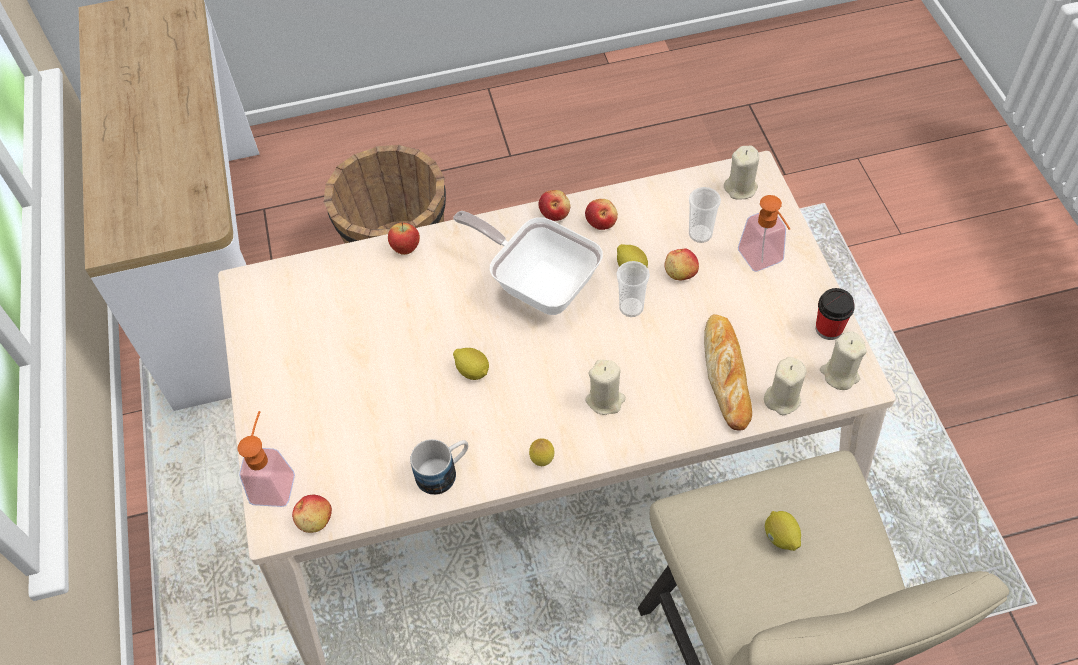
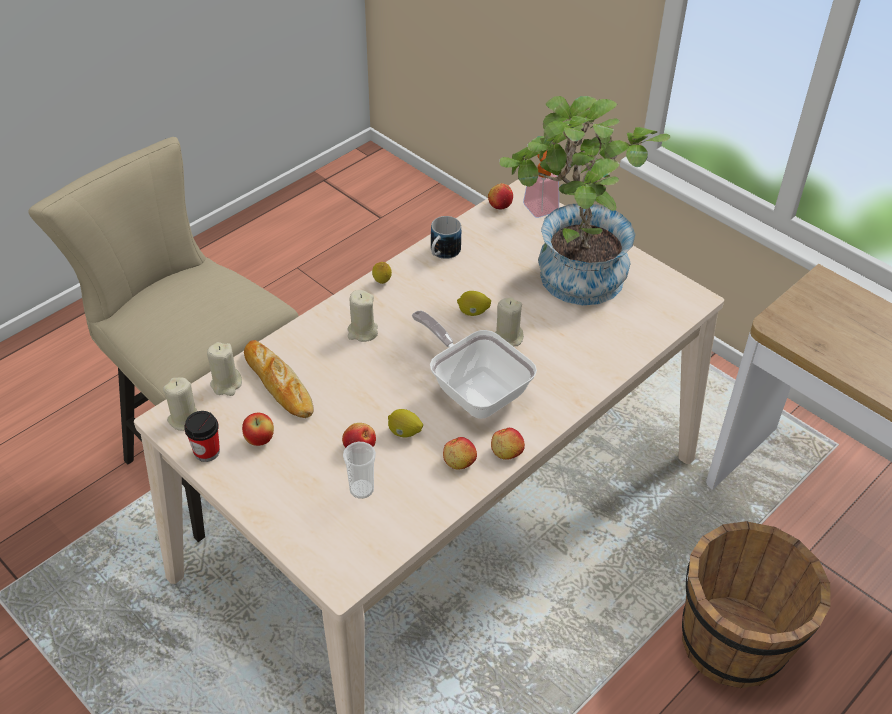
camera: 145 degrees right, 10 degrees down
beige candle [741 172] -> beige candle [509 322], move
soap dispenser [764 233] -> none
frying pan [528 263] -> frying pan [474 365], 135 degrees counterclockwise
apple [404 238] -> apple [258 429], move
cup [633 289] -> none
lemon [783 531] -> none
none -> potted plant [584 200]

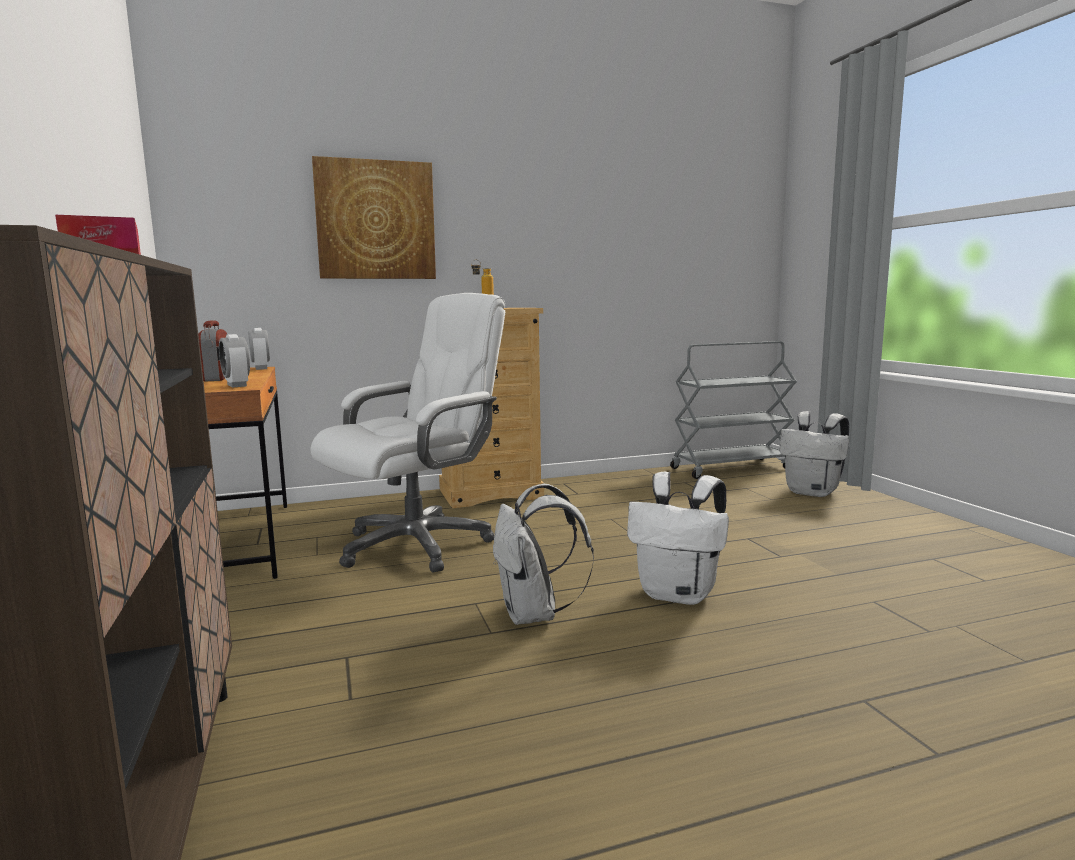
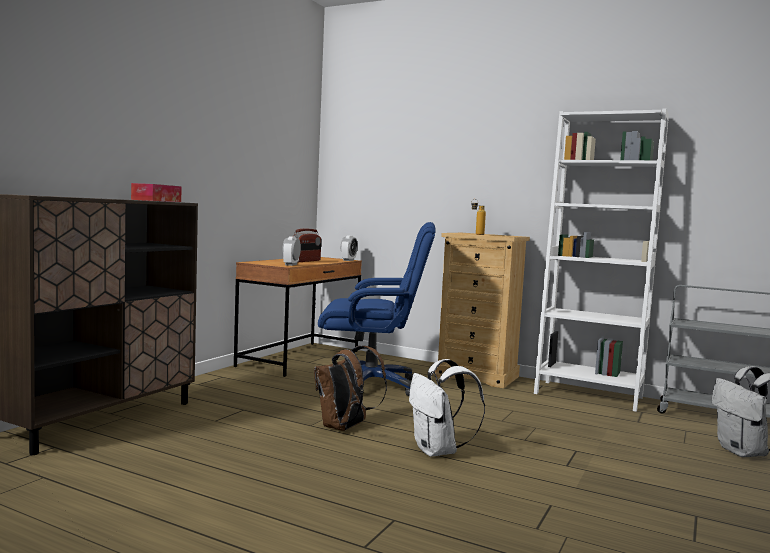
camera: 45 degrees right, 5 degrees down
picture [374 217] -> none
white office chair [407 433] -> blue office chair [377 309]
white backpack [543 554] -> brown backpack [350 388]
none -> white bookcase [601 260]

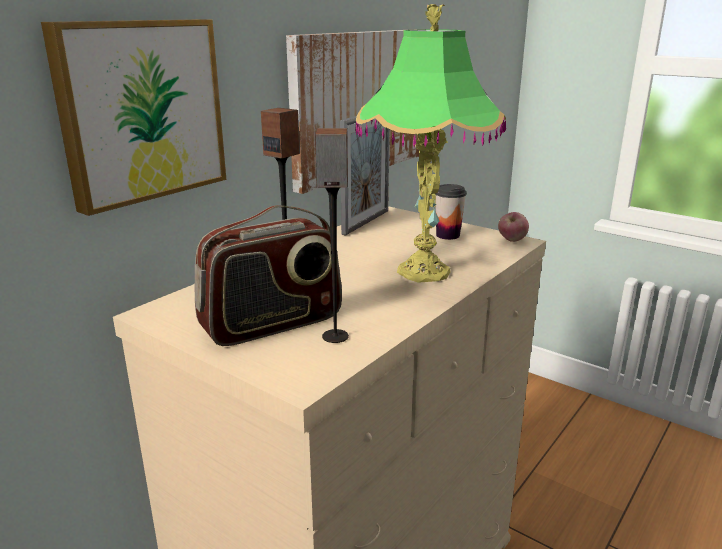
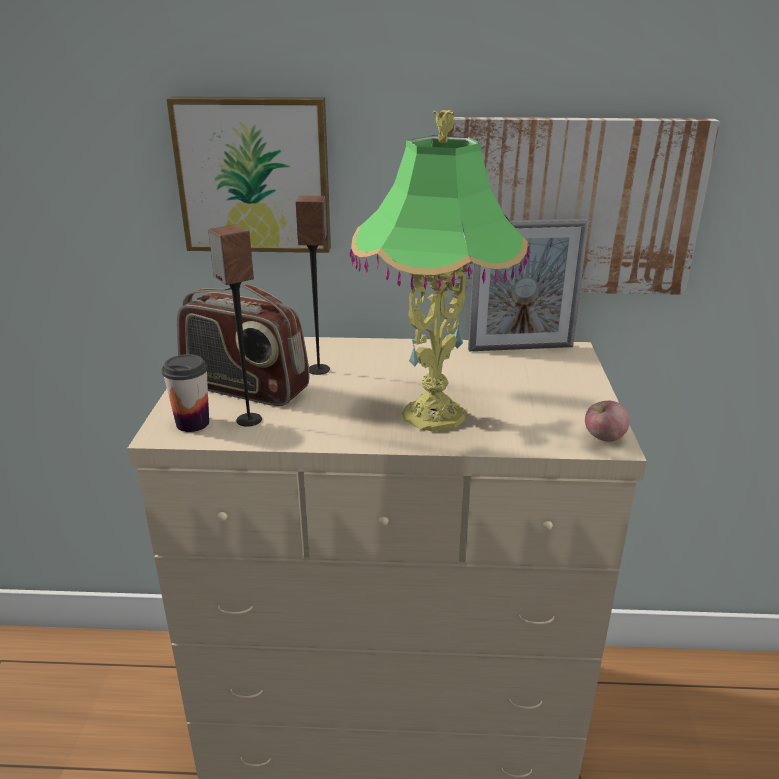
camera: 55 degrees right, 5 degrees up
cup [451 212] -> cup [185 393], move

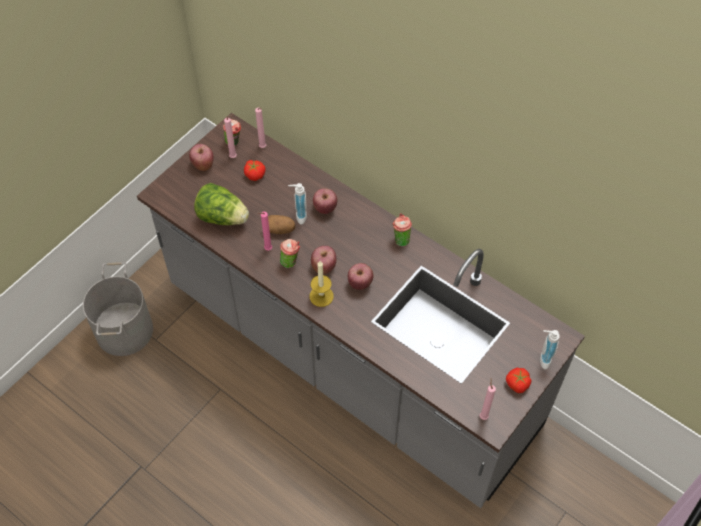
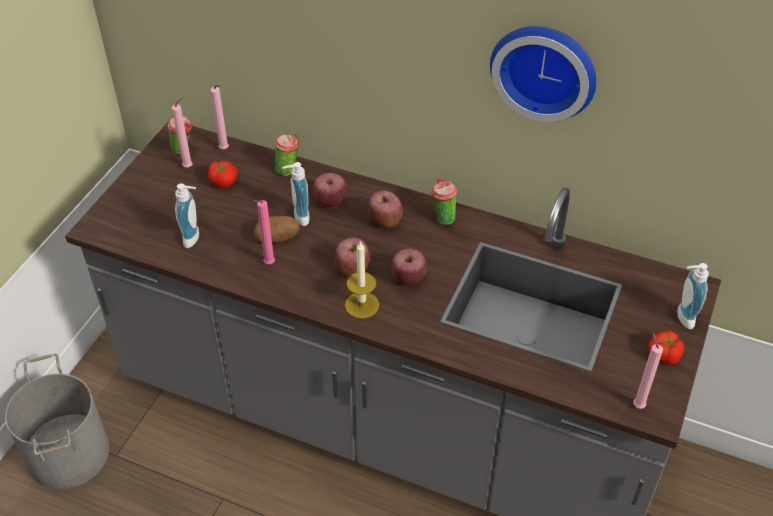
camera: 15 degrees left, 10 degrees down
apple [201 157] -> apple [385 209], move
lettuce [221 204] -> soap dispenser [187 215]
cup [290 253] -> cup [287 154], move
none -> wall clock [543 74]

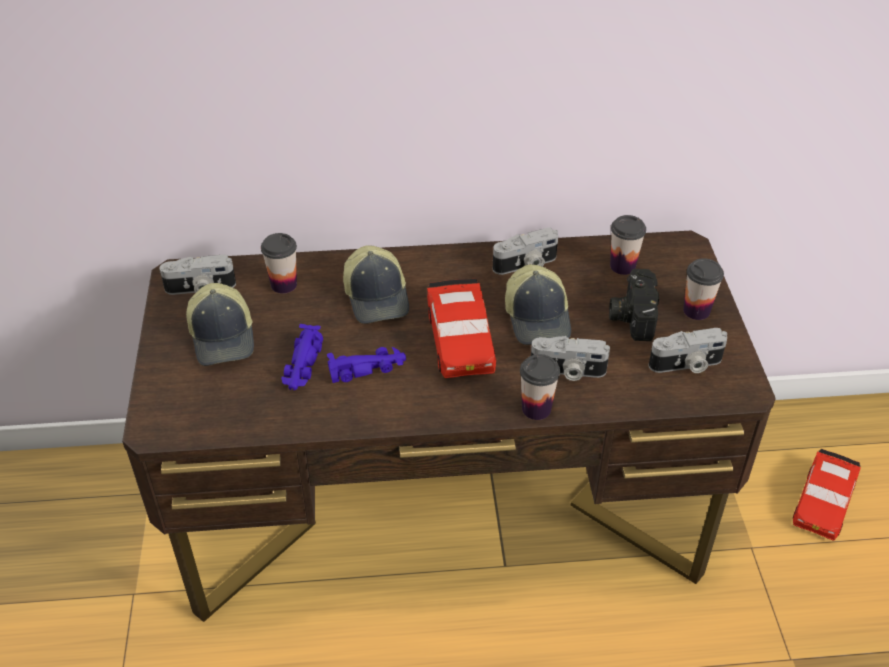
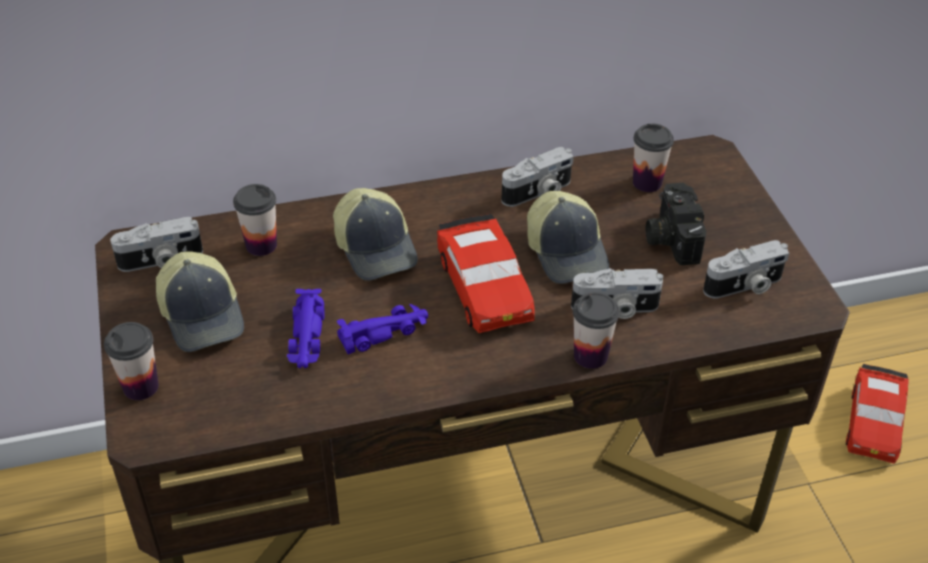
camera: 10 degrees left, 0 degrees up
cup [703 289] -> cup [131 361], move

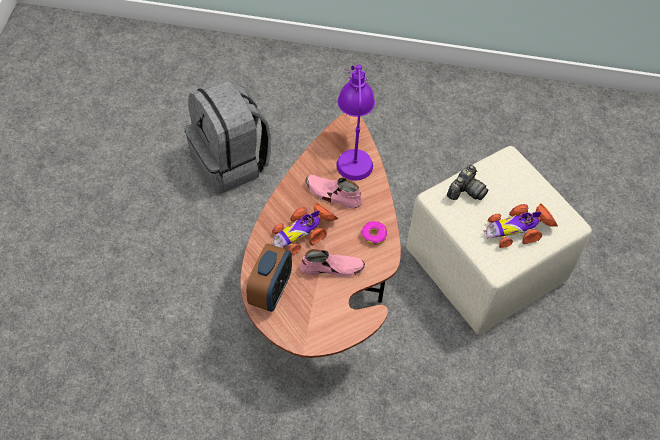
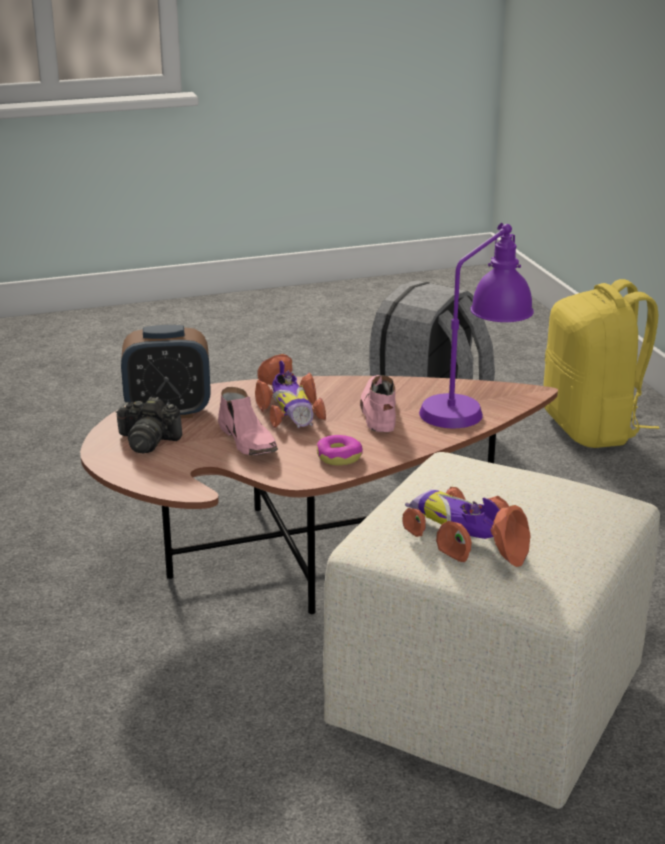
camera: 65 degrees right, 30 degrees down
photo camera [467 182] -> photo camera [149 425], move
toy car [304 228] -> toy car [290 391], 135 degrees counterclockwise
none -> yellow backpack [601 363]

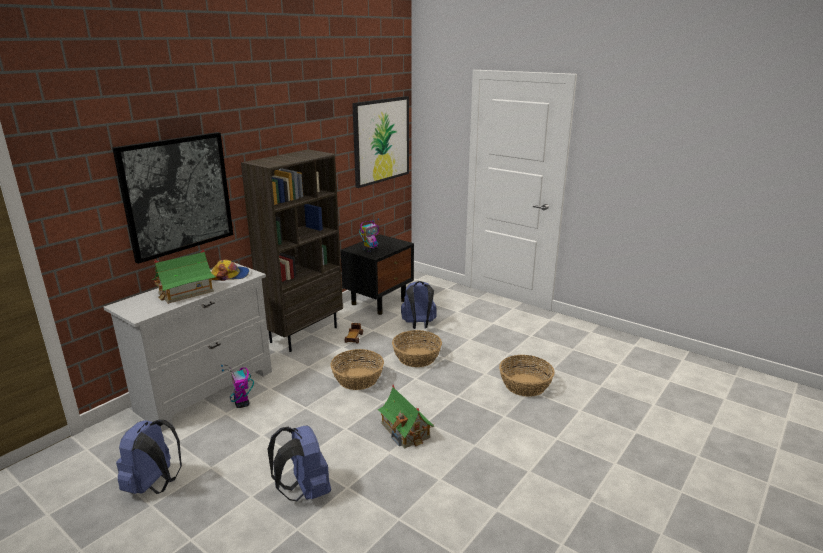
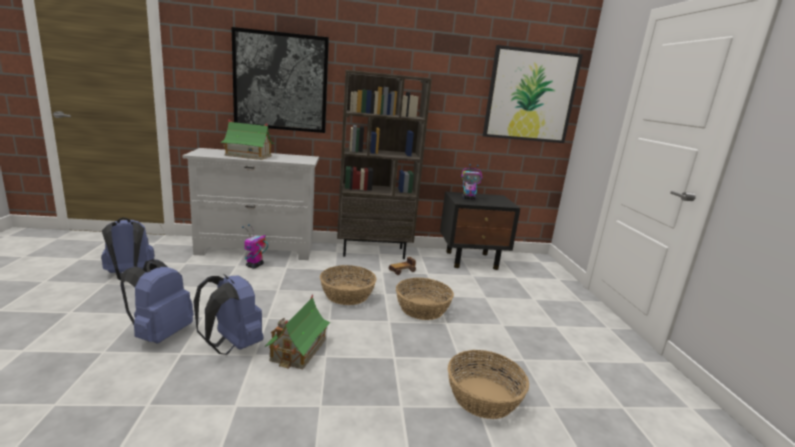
camera: 45 degrees right, 5 degrees down
cap [230 270] -> none
blue backpack [419 305] -> blue backpack [228 314], move

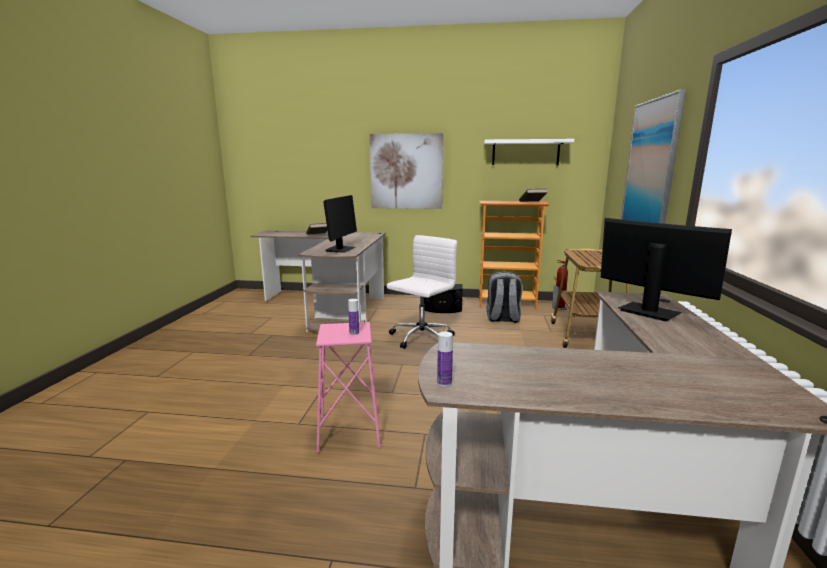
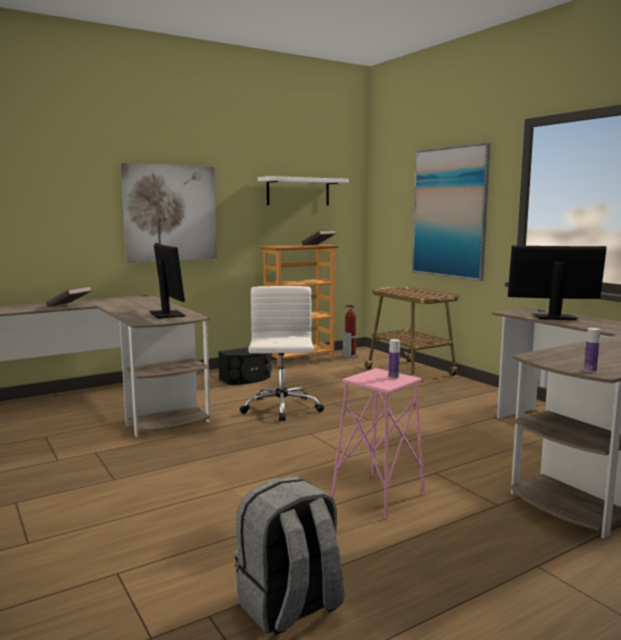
camera: 40 degrees left, 5 degrees down
grey backpack [504 297] -> grey backpack [289 555], move

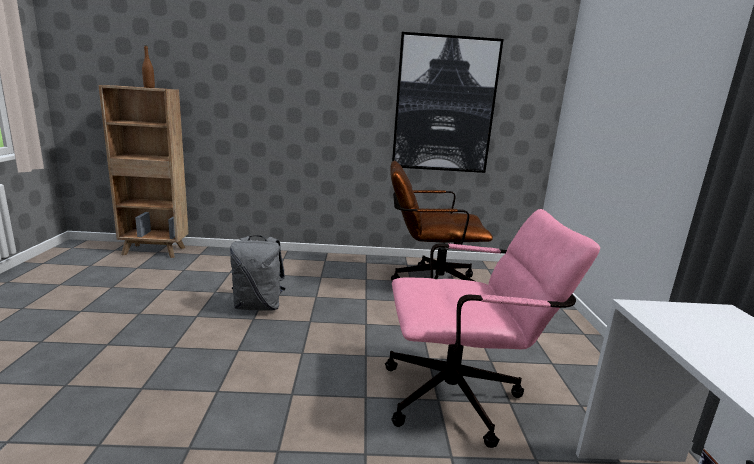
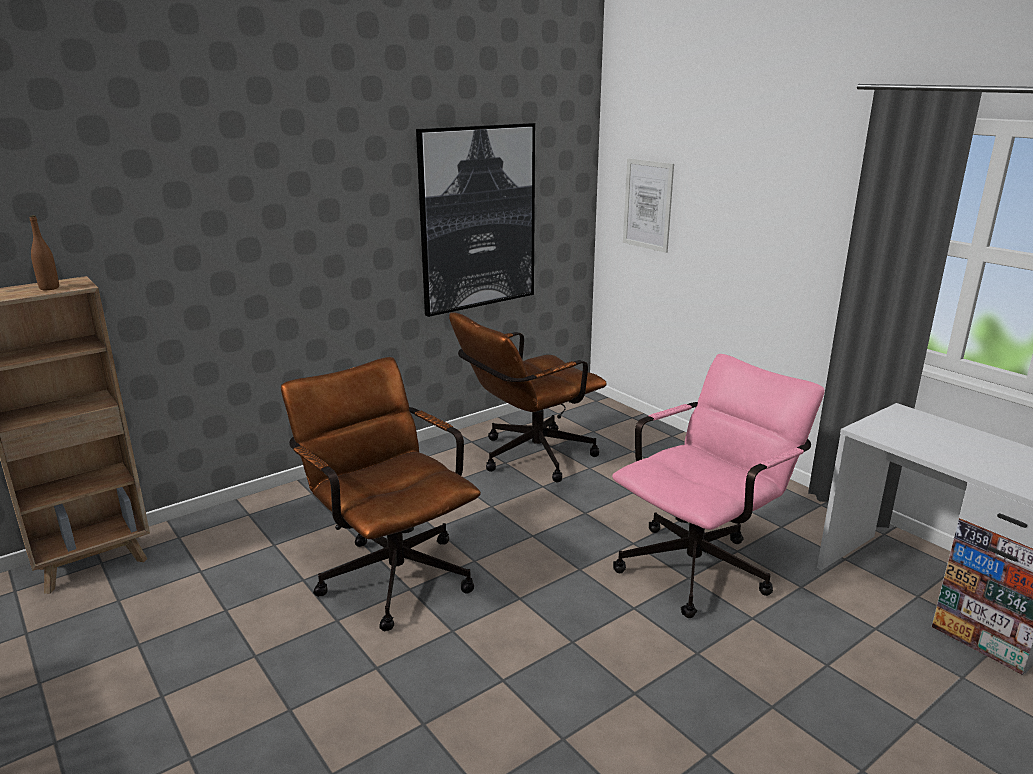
camera: 35 degrees left, 5 degrees up
grey backpack [258 273] -> brown office chair [381 494]
none -> picture [648 205]

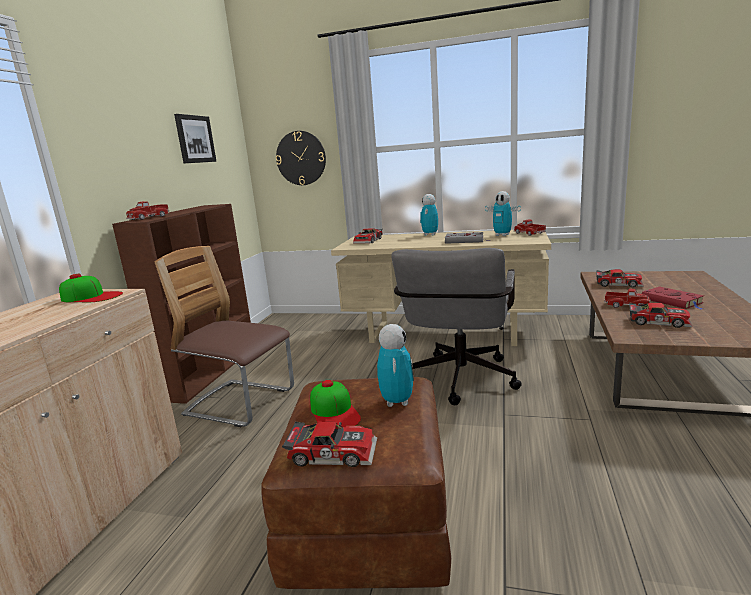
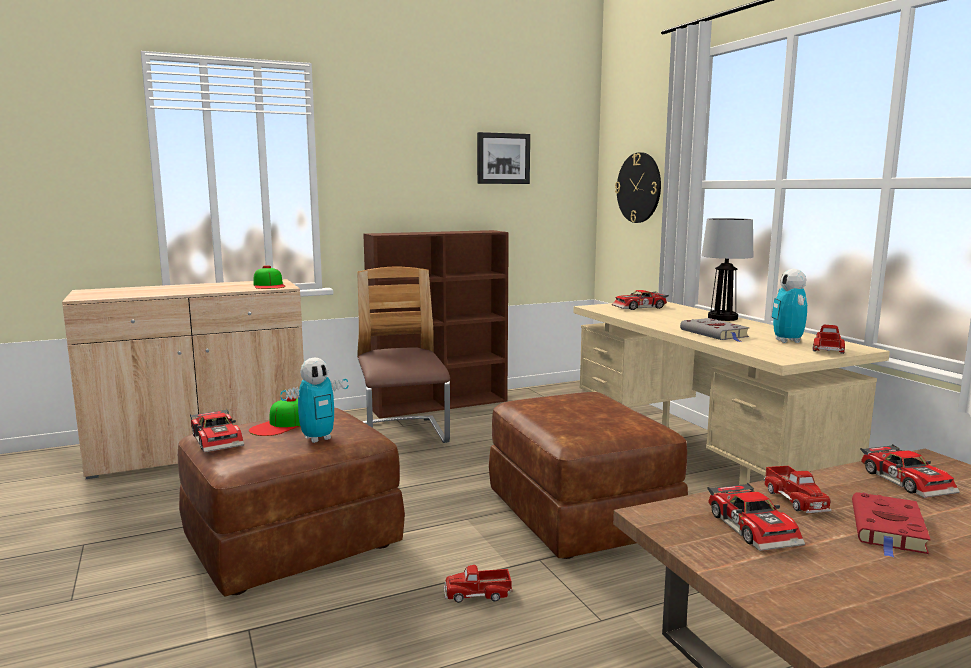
camera: 50 degrees right, 5 degrees down
toy robot [429 215] -> table lamp [727 269]
toy truck [147 210] -> toy truck [478 584], move
grey office chair [456 326] -> brown ottoman [588 475]

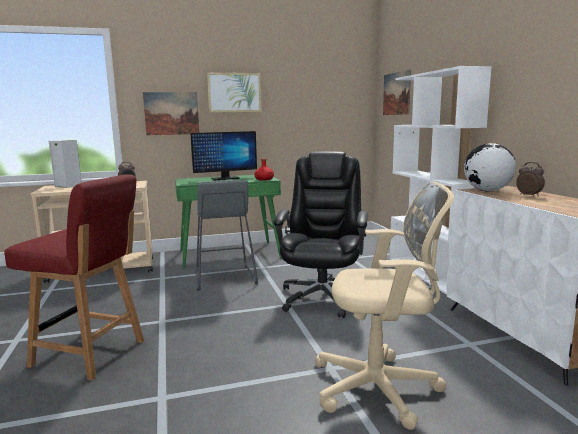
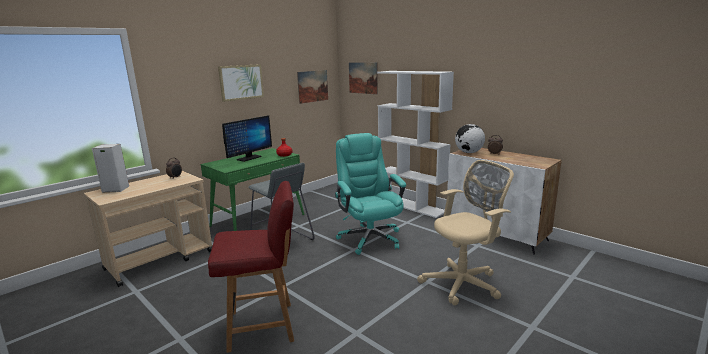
camera: 30 degrees left, 5 degrees up
picture [171 113] -> picture [312 87], move
black office chair [321 234] -> turquoise office chair [370 194]

